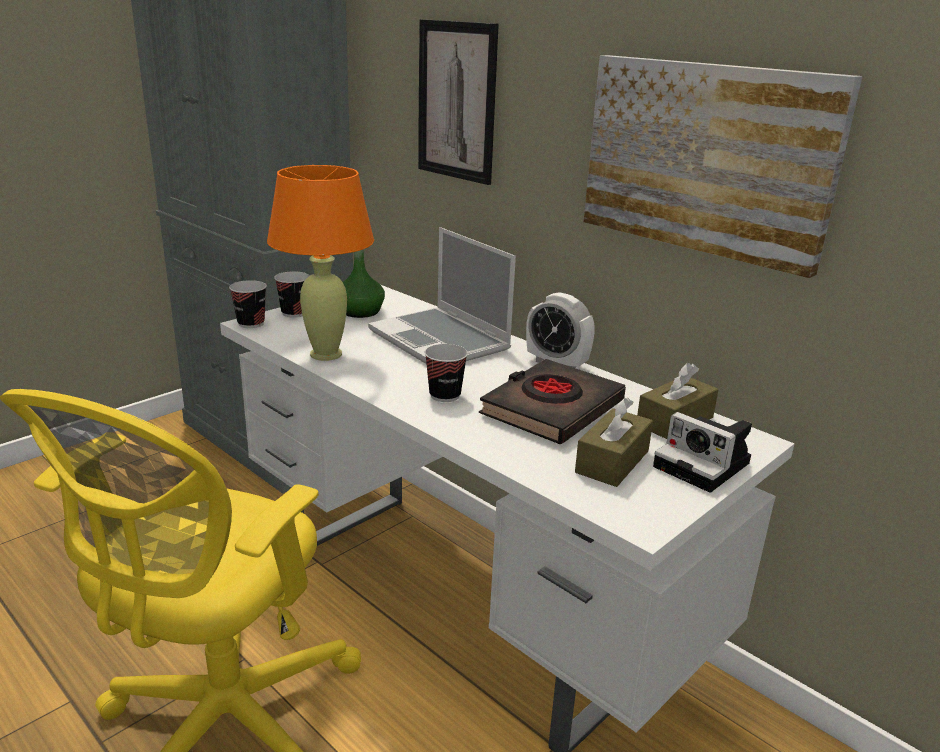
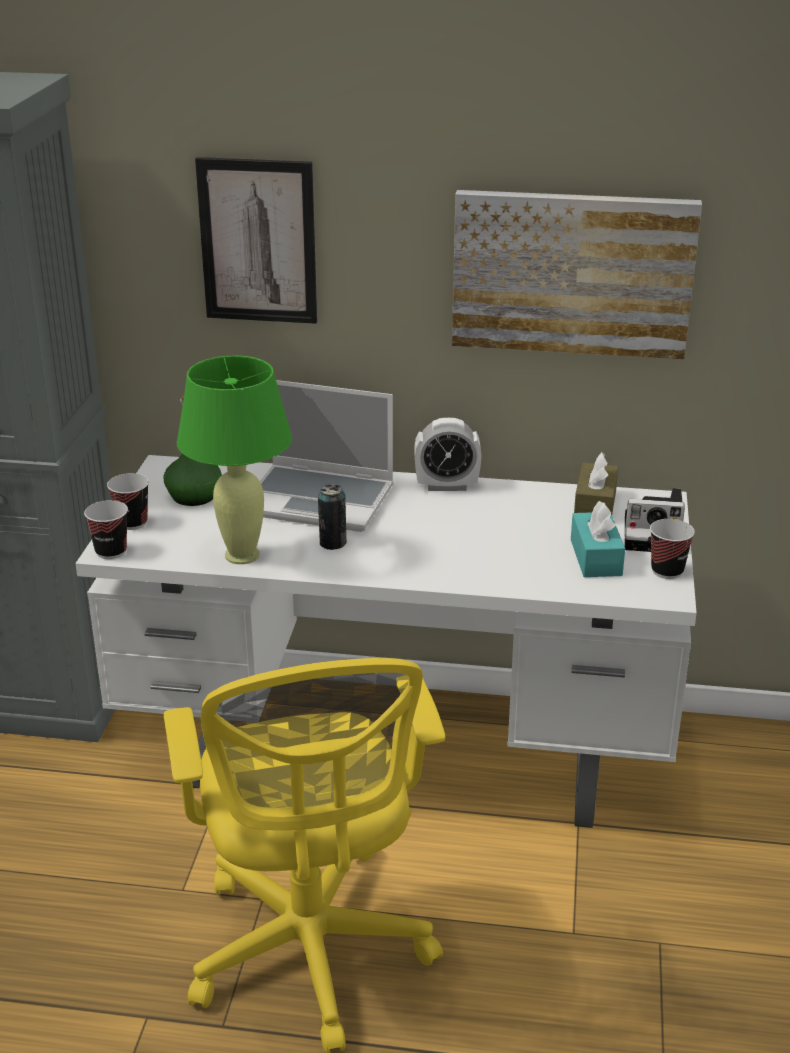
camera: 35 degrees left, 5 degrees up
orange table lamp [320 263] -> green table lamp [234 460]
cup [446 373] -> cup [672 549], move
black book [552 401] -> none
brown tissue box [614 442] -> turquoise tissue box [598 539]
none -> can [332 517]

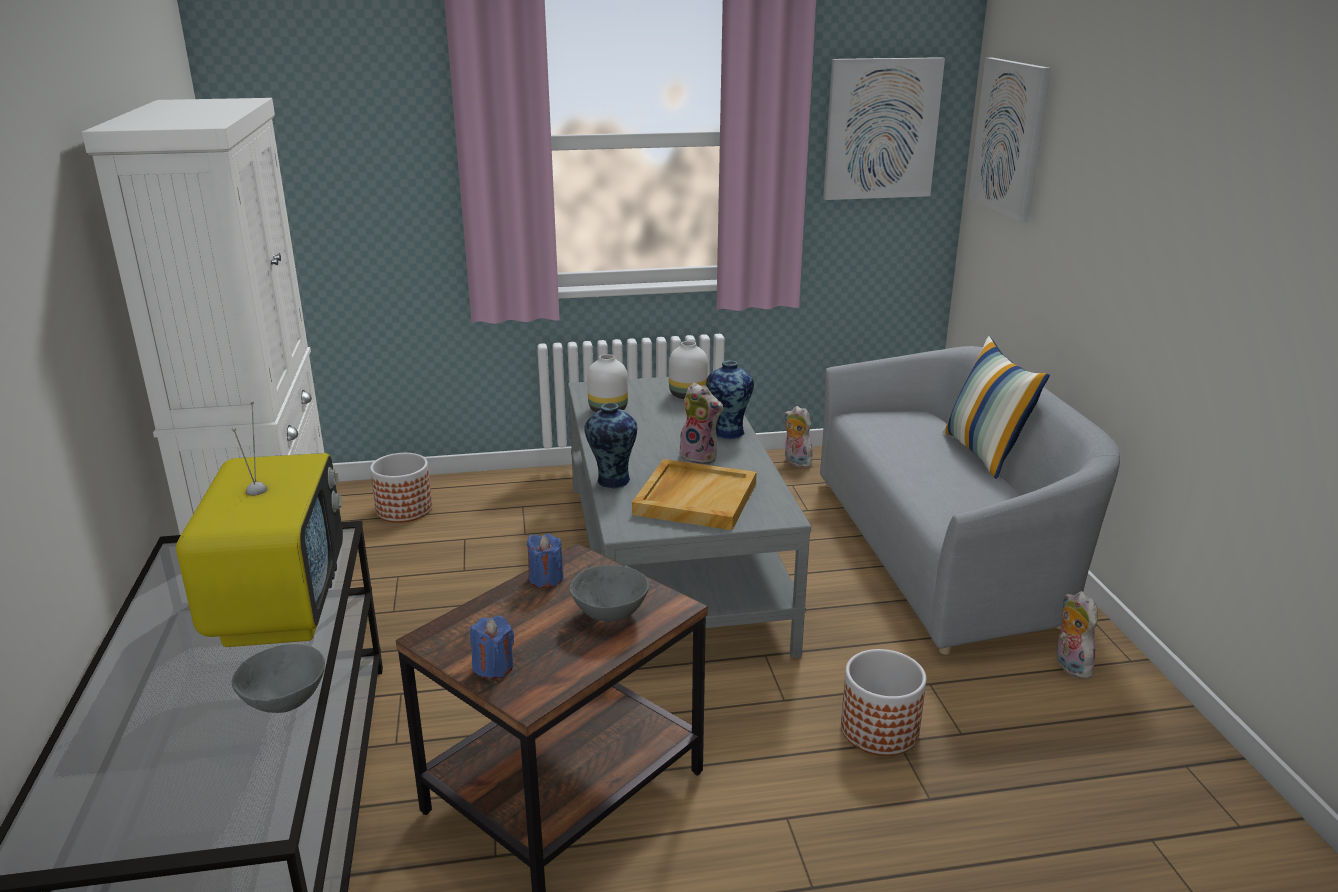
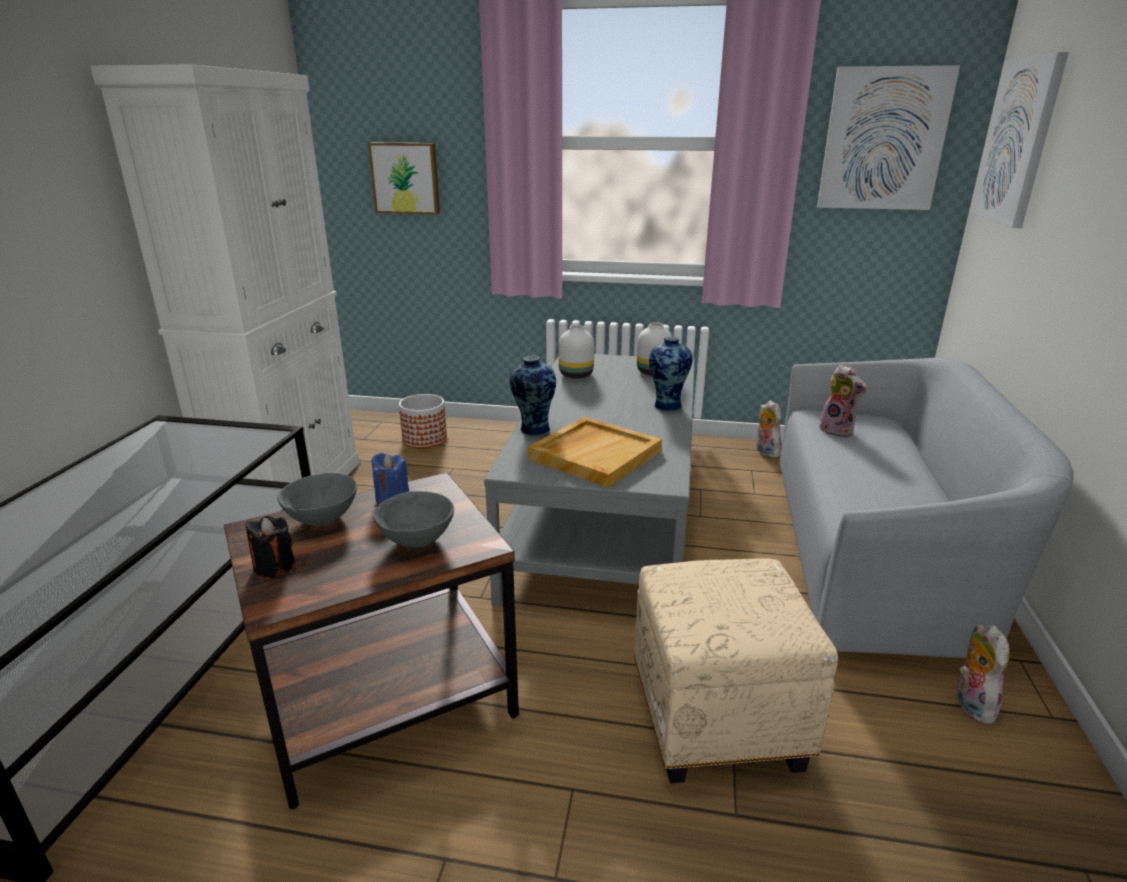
camera: 20 degrees right, 0 degrees up
pillow [996 407] -> none
plush toy [701 423] -> plush toy [843 400], move
television [259 523] -> none
blue candle [492 647] -> black candle [270 546]
grey bowl [278 678] -> grey bowl [317 499], move
planter [883 702] -> beige ottoman [736 670]
none -> picture [404 178]

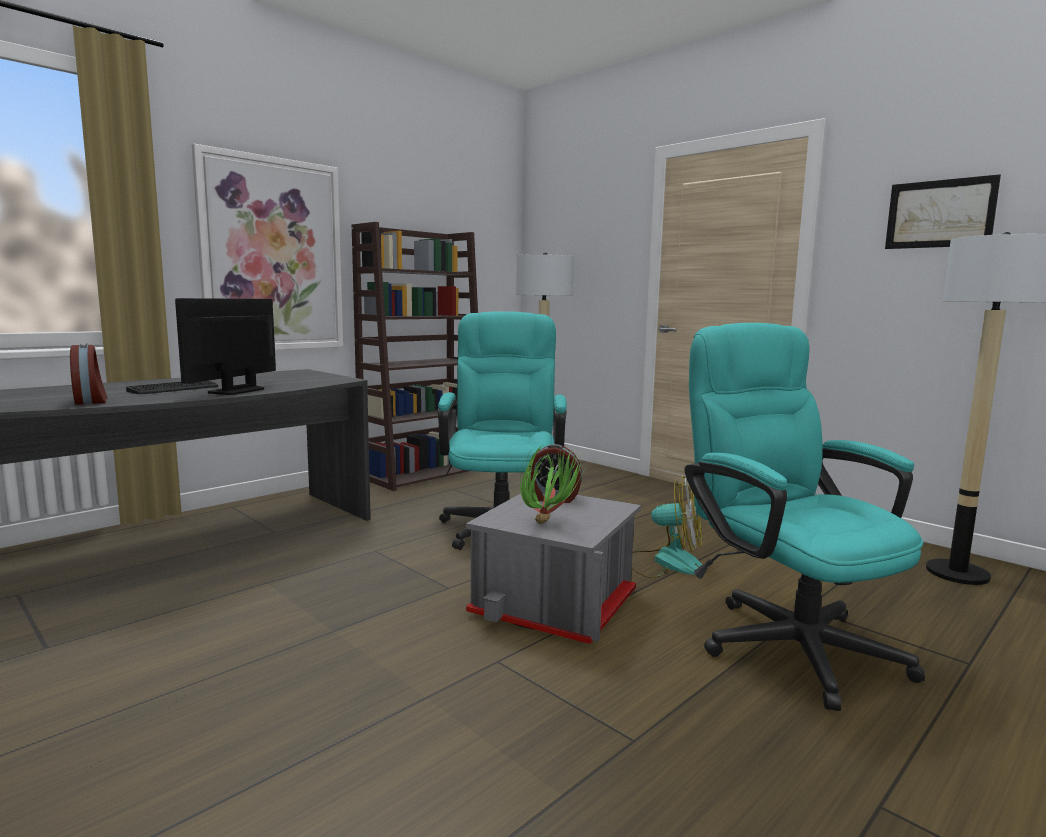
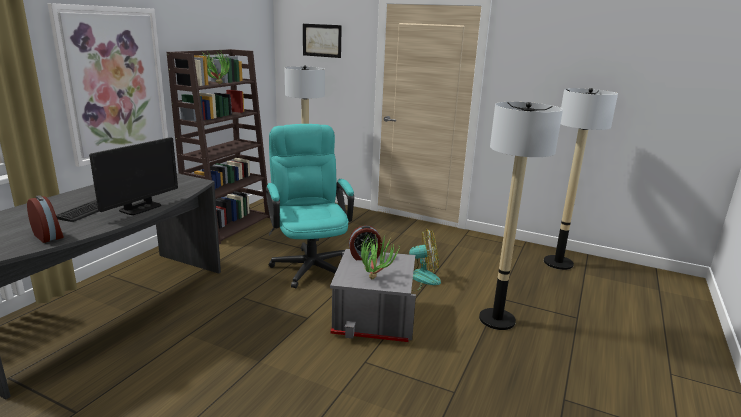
camera: 20 degrees left, 10 degrees up
picture [943 211] -> picture [322 41], move
monitor [225 346] -> monitor [133 176], 150 degrees counterclockwise
turquoise office chair [804 517] -> floor lamp [521 216]
none -> potted plant [215 66]

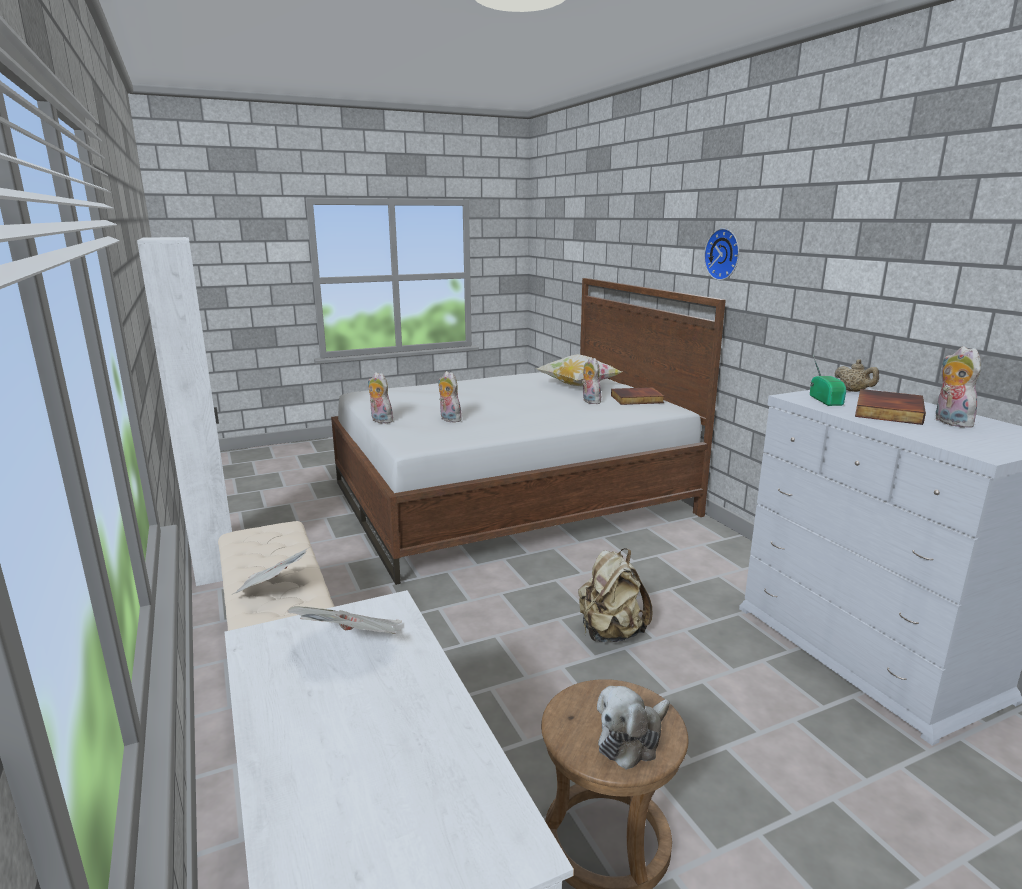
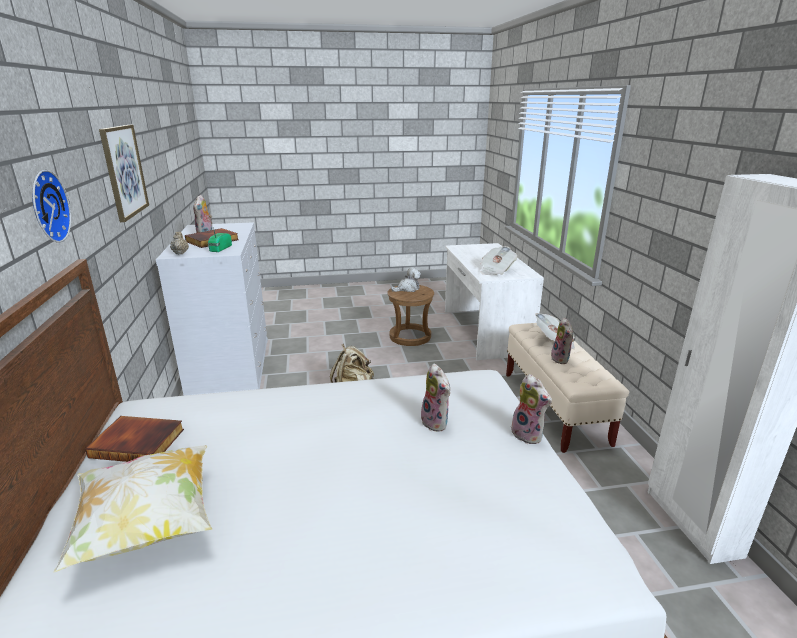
camera: 165 degrees left, 5 degrees up
plush toy [591 380] -> plush toy [562 341], move
none -> picture [124 173]

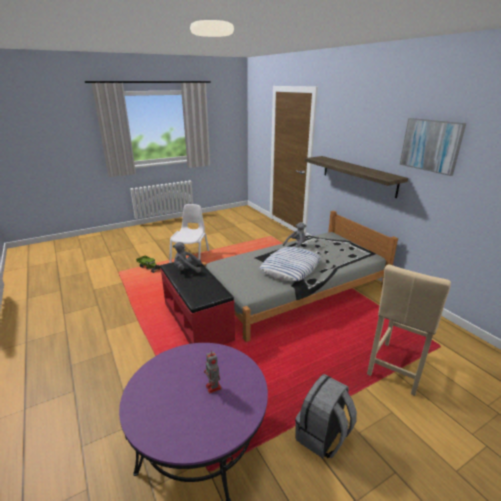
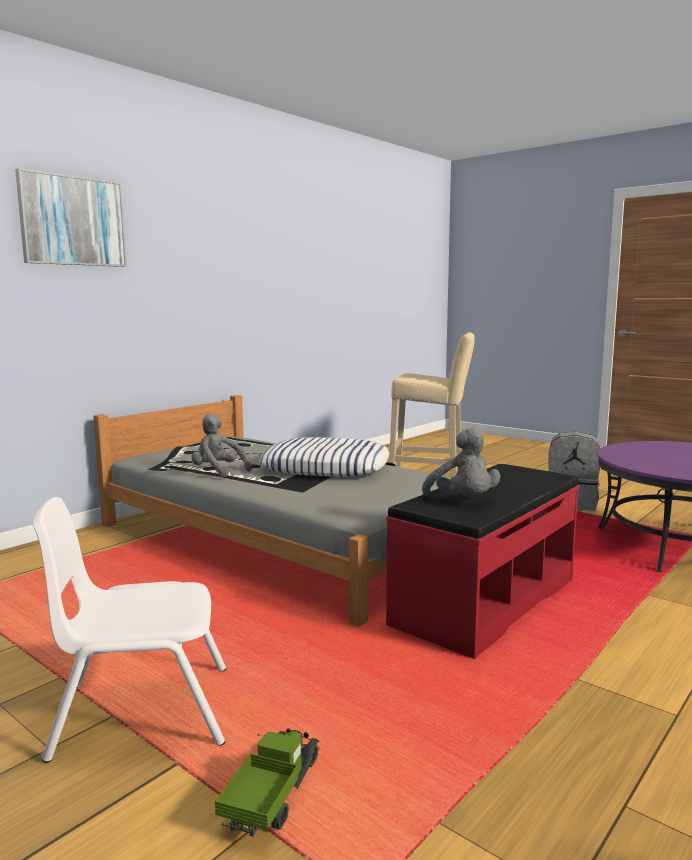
camera: 110 degrees left, 15 degrees down
picture [433 147] -> picture [70 217], move
shelf [356 177] -> none
toy robot [213 372] -> none

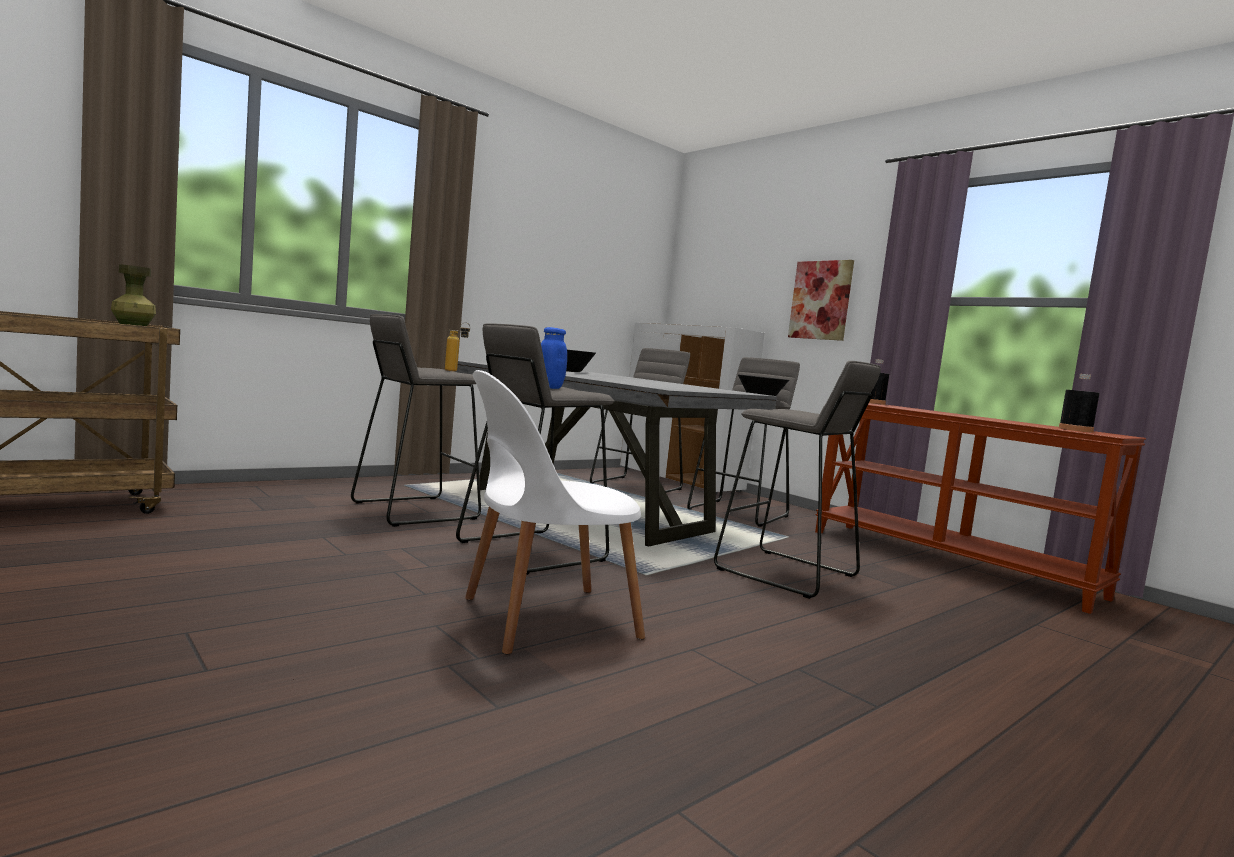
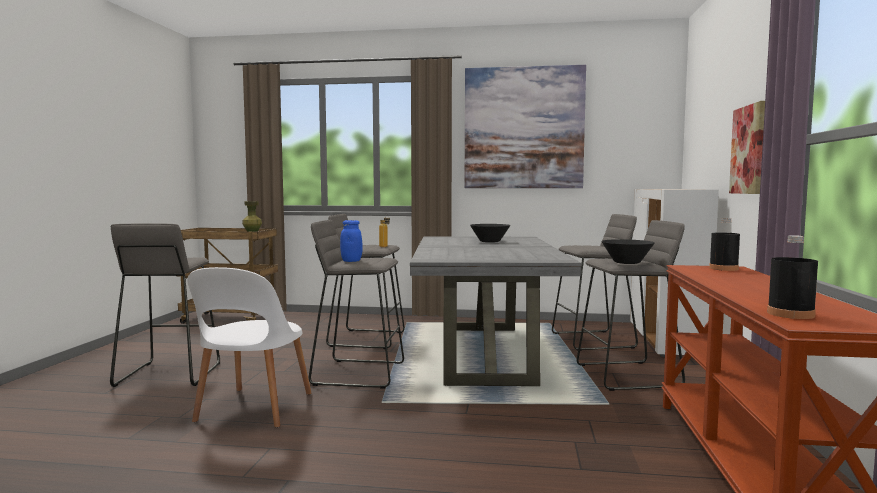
camera: 50 degrees right, 0 degrees up
grey stool [797 480] -> grey stool [165 305], move
white chair [555 512] -> white chair [250 347], 105 degrees counterclockwise
none -> picture [525 126]

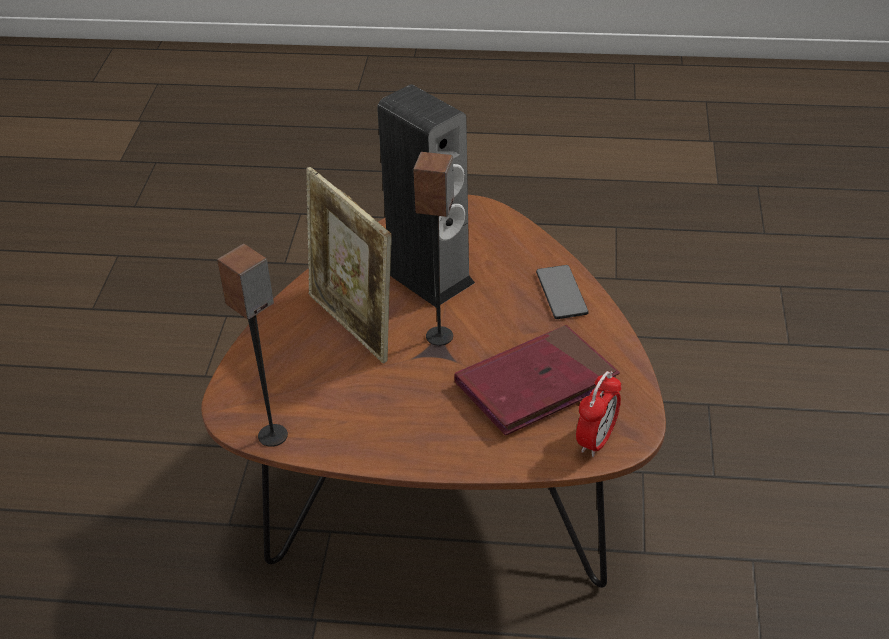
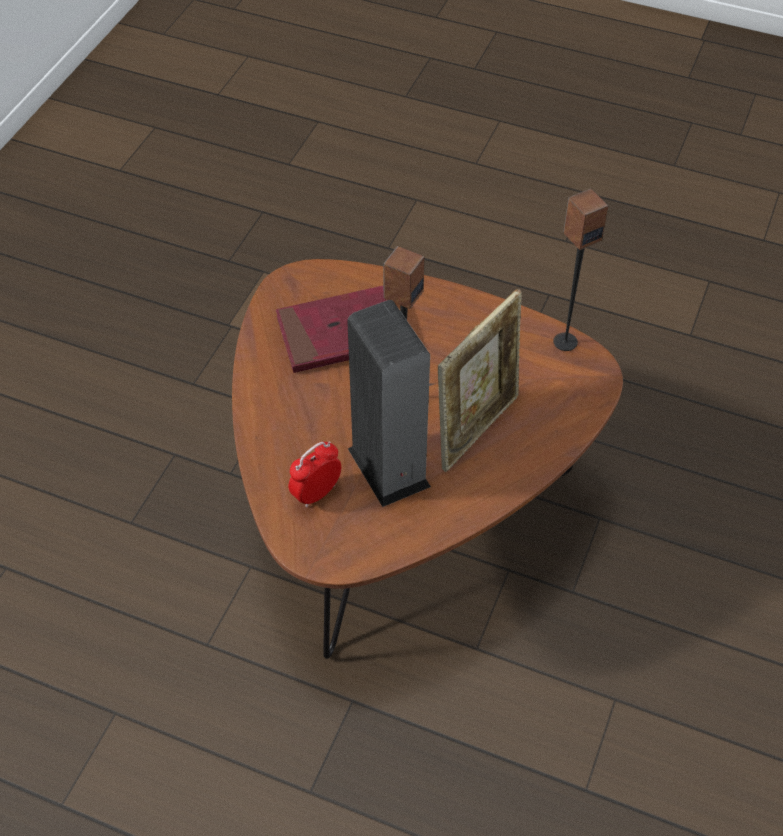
camera: 165 degrees left, 10 degrees up
picture frame [349 265] -> picture frame [480 380], 60 degrees clockwise
phone [562 292] -> none
alarm clock [598 414] -> alarm clock [315 475], move

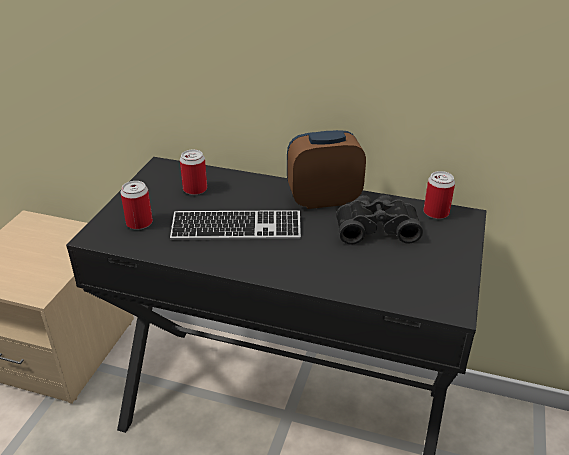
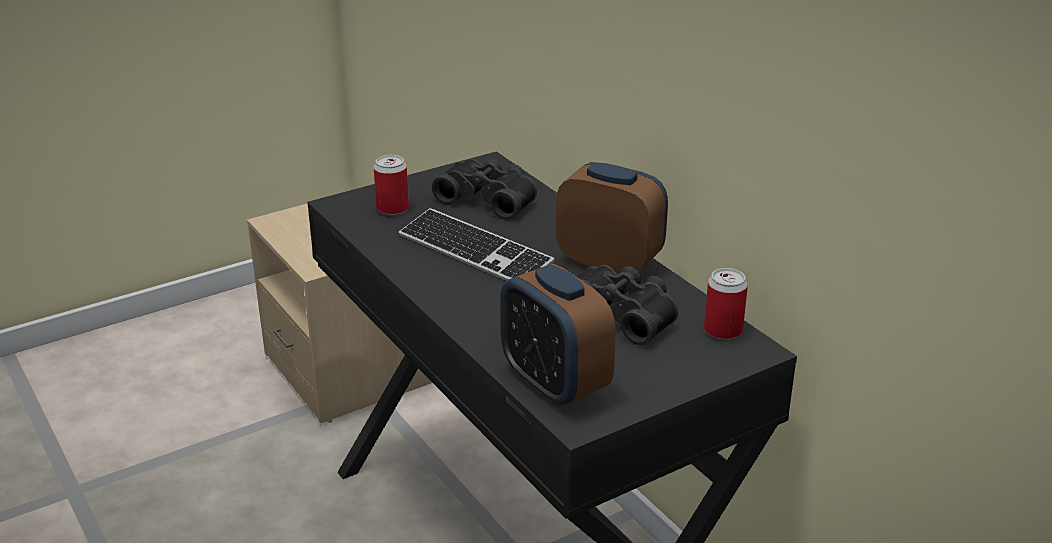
camera: 40 degrees right, 5 degrees down
can [193 172] -> black binoculars [484 189]
none -> alarm clock [558 335]

